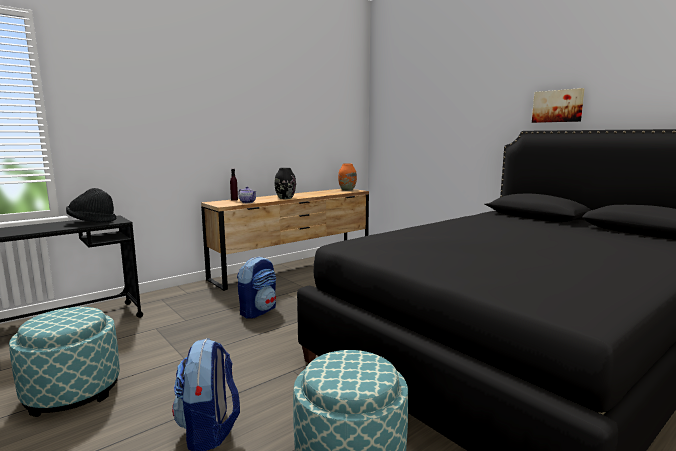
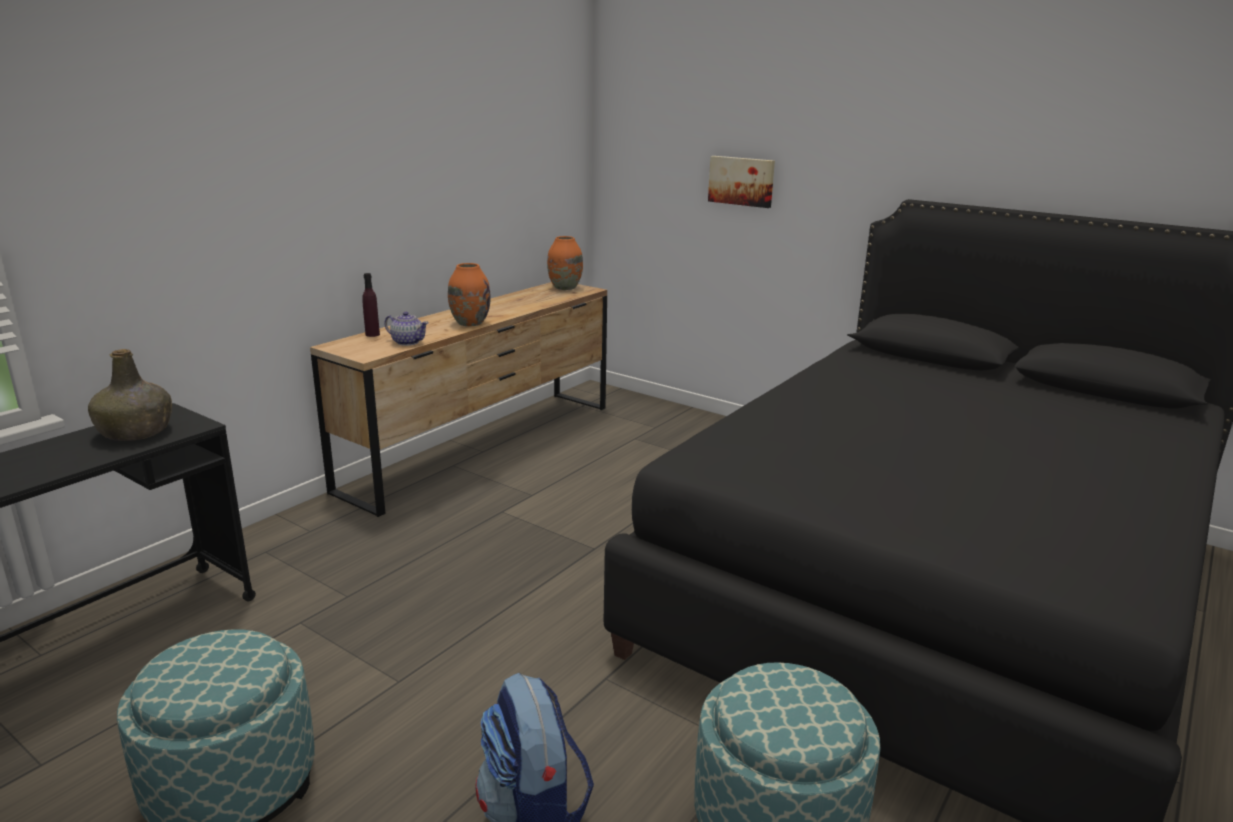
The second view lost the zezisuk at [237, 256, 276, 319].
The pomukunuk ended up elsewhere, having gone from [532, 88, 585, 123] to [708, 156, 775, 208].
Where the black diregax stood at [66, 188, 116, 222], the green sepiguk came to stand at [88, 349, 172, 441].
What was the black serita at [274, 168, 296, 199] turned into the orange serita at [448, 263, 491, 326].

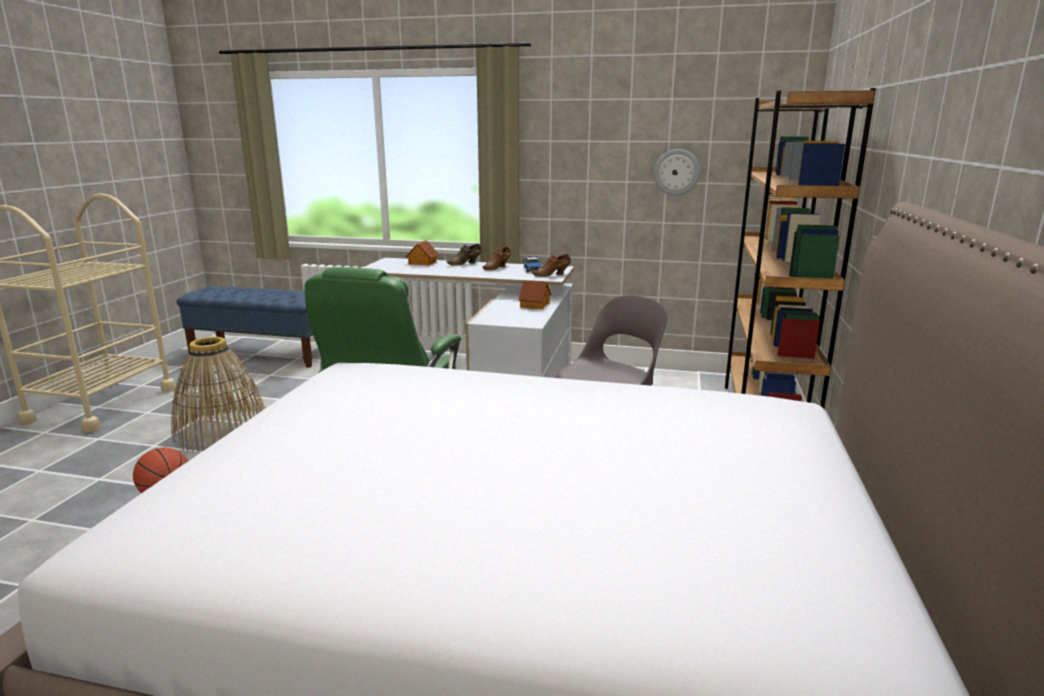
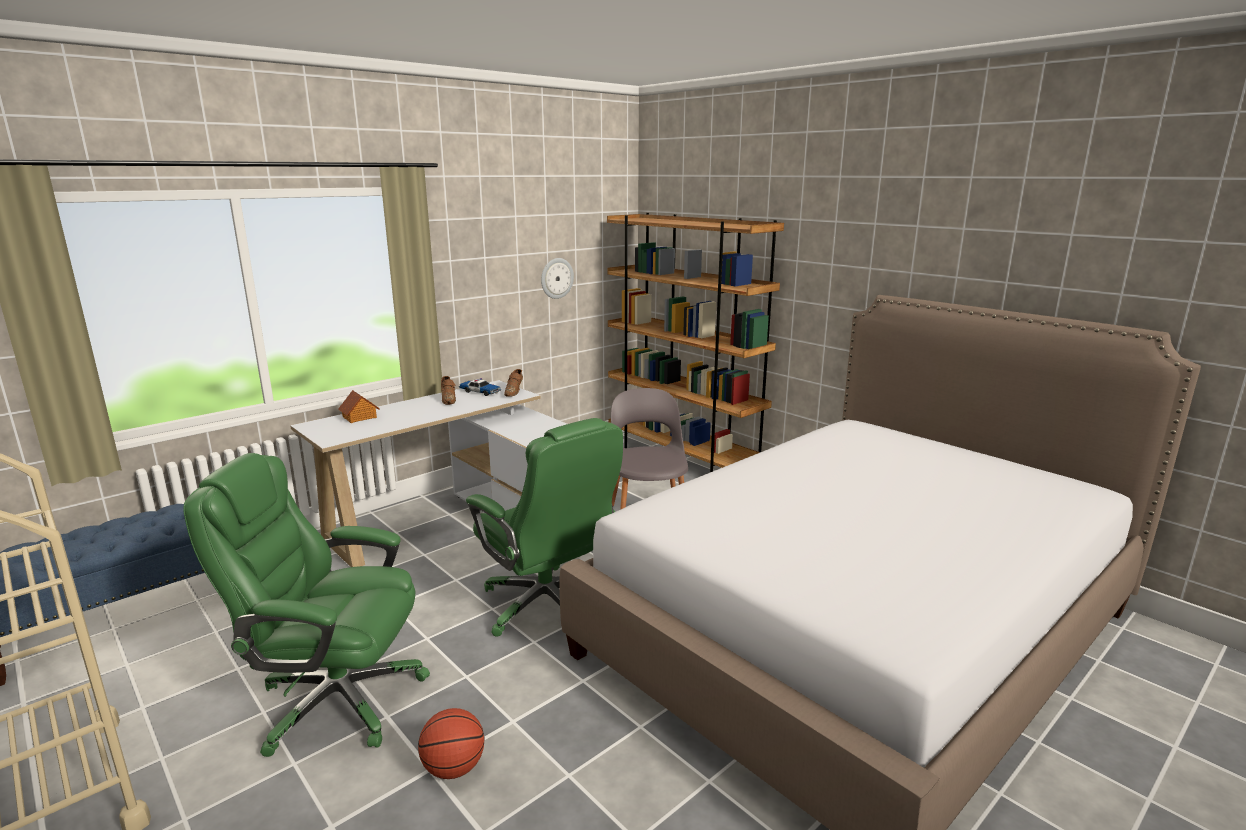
The second view lost the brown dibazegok at [446, 244, 482, 266].
The second view lost the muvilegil at [519, 280, 551, 309].
Where the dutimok stood at [171, 337, 265, 452], the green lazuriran came to stand at [183, 453, 430, 757].

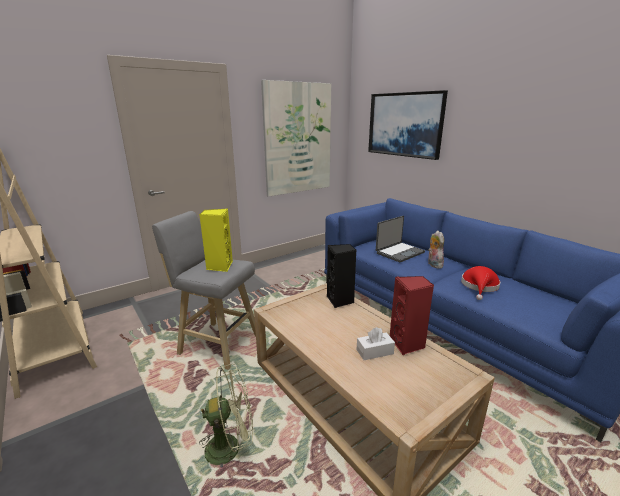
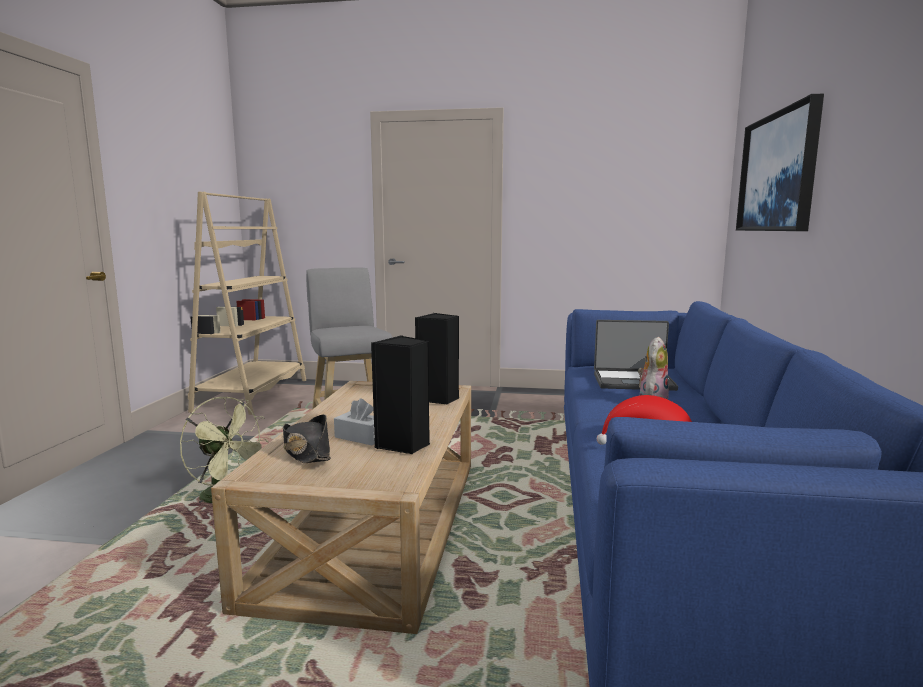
The second view lost the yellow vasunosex at [199, 209, 233, 272].
The second view lost the pomukunuk at [261, 80, 331, 197].
The second view gained the black diregax at [283, 414, 331, 463].
What was the red vasunosex at [390, 276, 434, 355] turned into the black vasunosex at [371, 335, 430, 454].

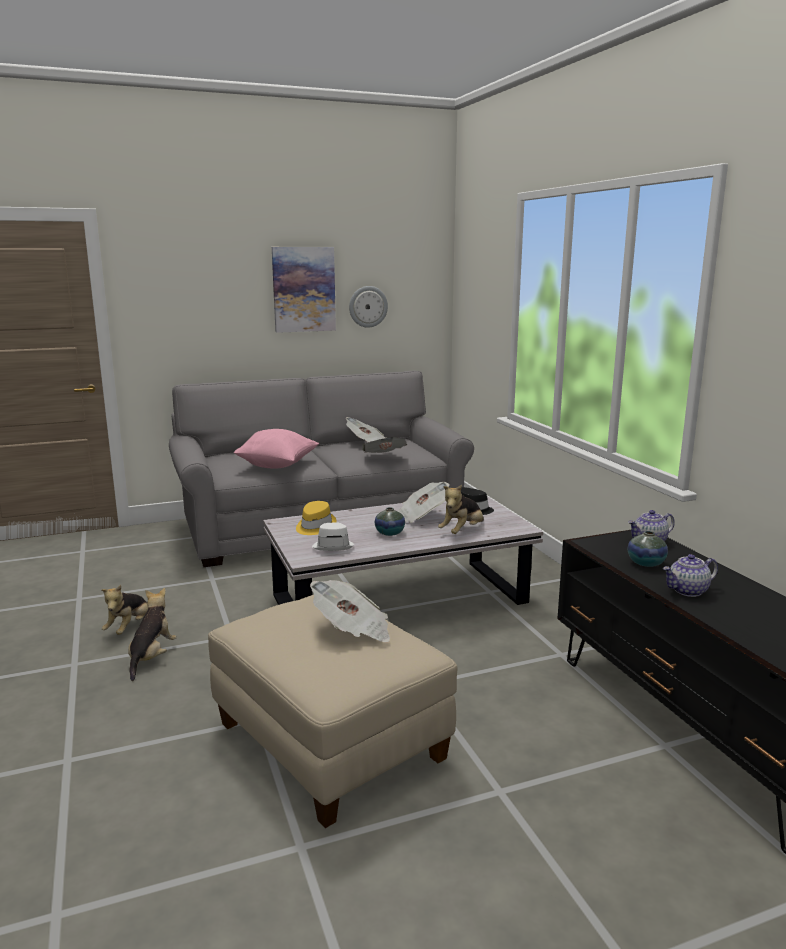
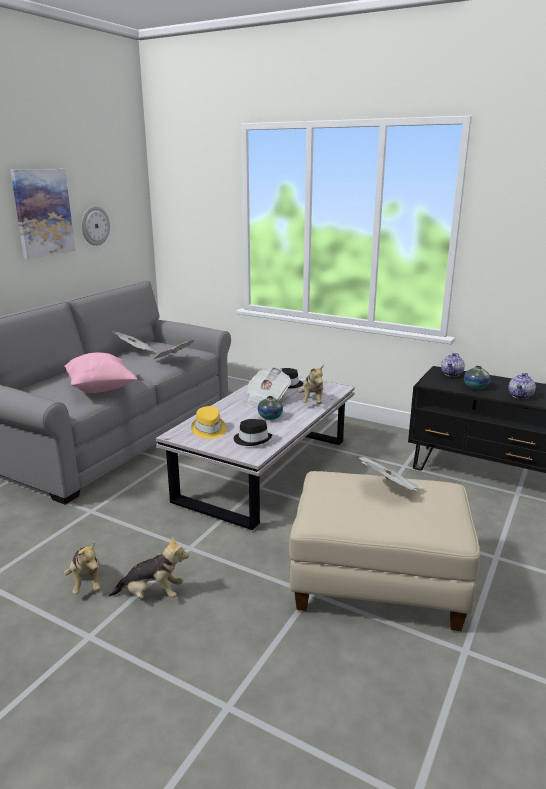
What was the white diregax at [312, 522, 354, 551] turned into the black diregax at [234, 419, 272, 446].
The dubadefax at [128, 588, 177, 681] ended up facing another way, 120 degrees clockwise from before.

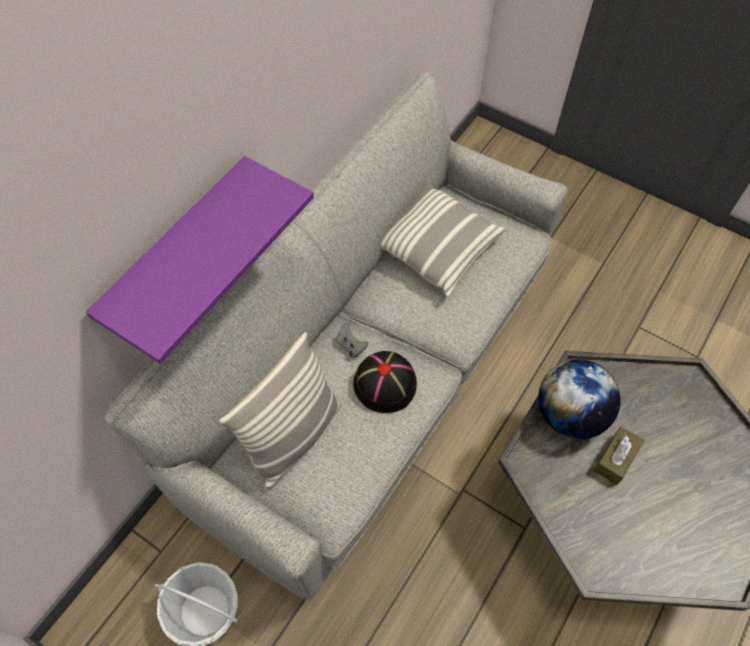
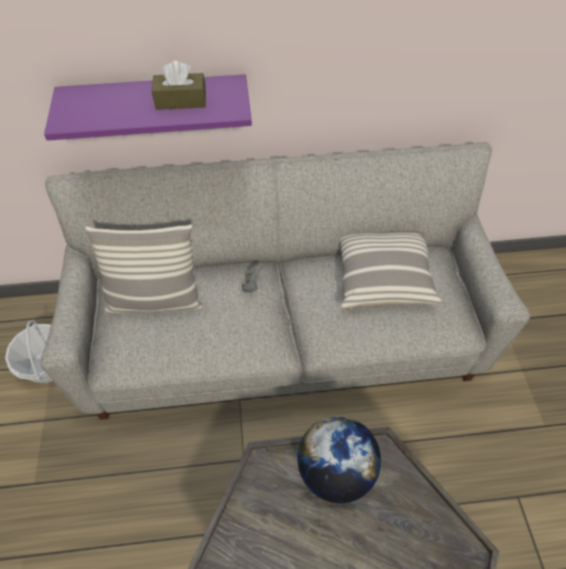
The second view lost the black diregax at [353, 351, 417, 413].
The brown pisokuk ended up elsewhere, having gone from [594, 427, 644, 485] to [152, 61, 206, 110].

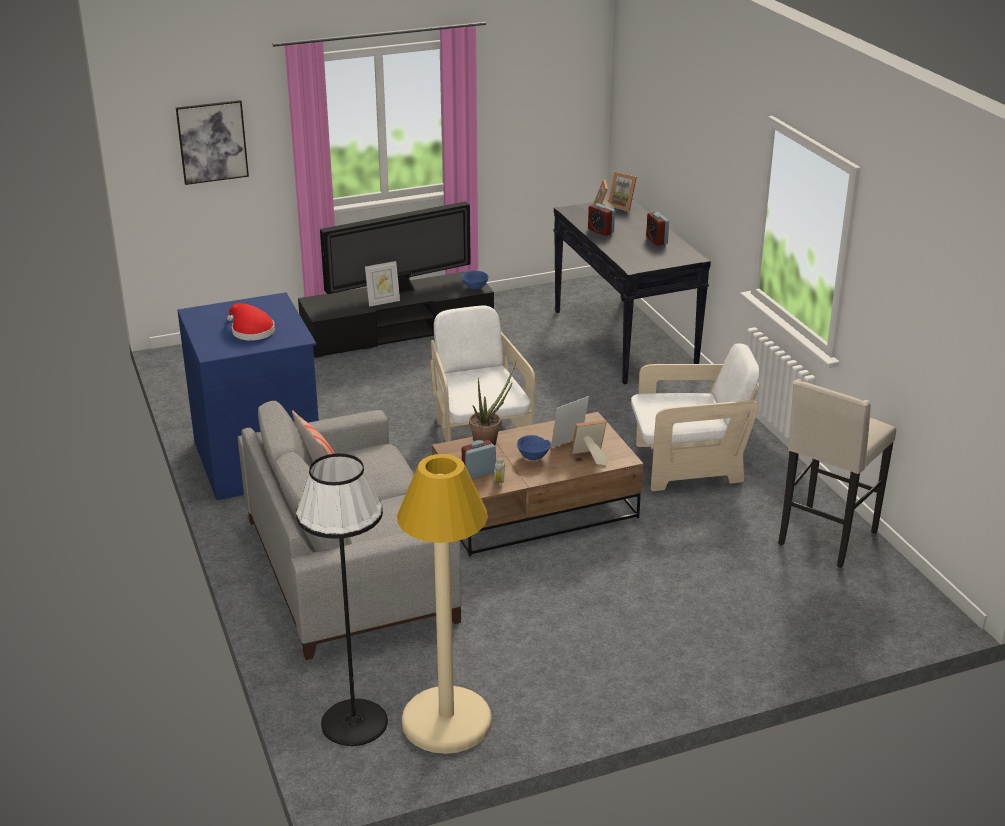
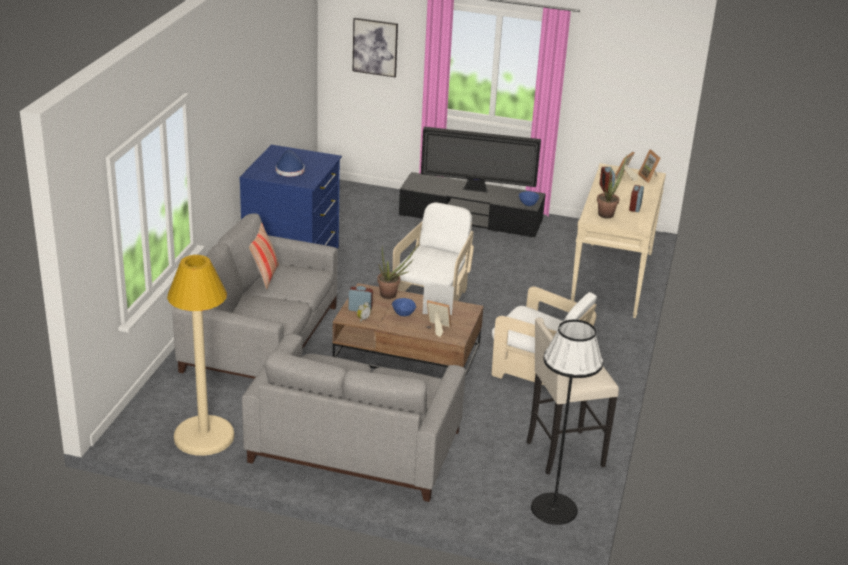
The second view lost the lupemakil at [365, 261, 400, 307].
The second view gained the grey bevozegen at [242, 334, 466, 502].
The second view gained the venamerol at [597, 155, 627, 218].
The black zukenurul ended up elsewhere, having gone from [296, 453, 388, 746] to [531, 319, 603, 525].
What was the red diregax at [227, 303, 275, 340] turned into the blue diregax at [276, 150, 305, 176].
What was the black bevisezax at [554, 199, 711, 384] turned into the beige bevisezax at [571, 163, 666, 318].

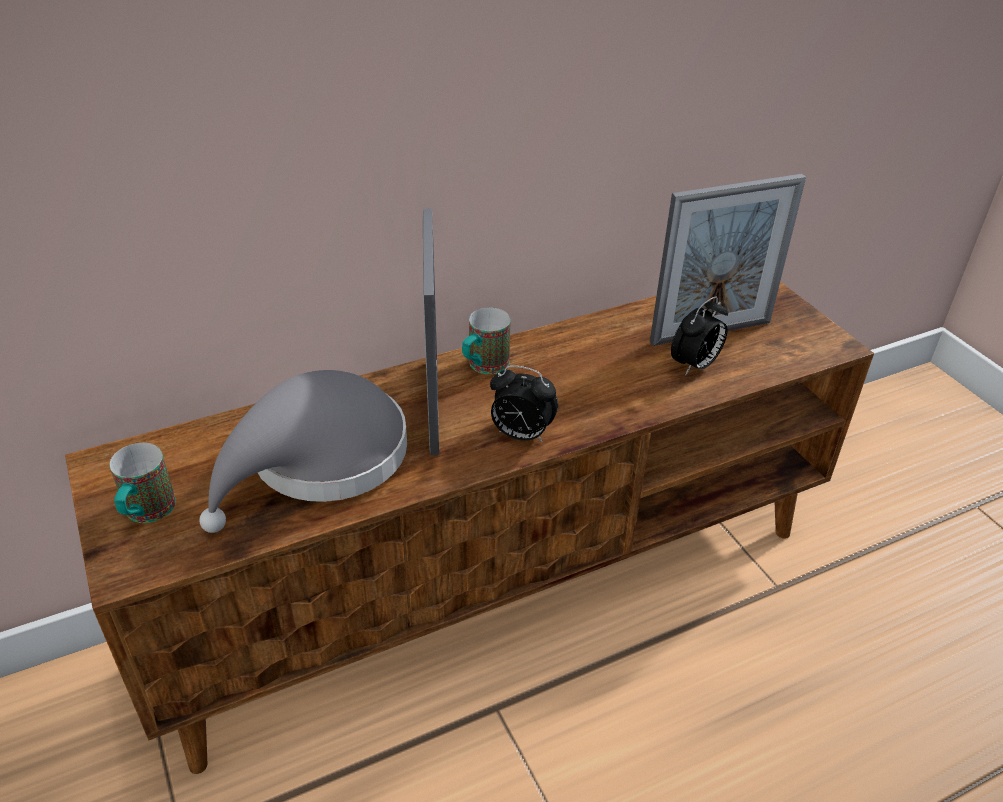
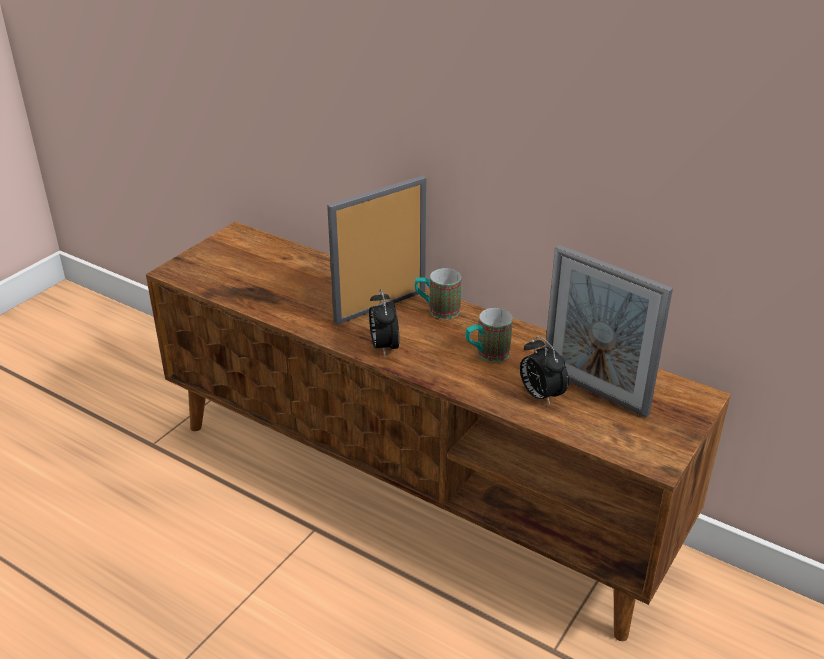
The second view lost the grey diregax at [199, 370, 407, 533].
The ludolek ended up elsewhere, having gone from [109, 443, 176, 523] to [465, 308, 513, 362].
The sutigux at [671, 296, 728, 375] ended up facing another way, 45 degrees clockwise from before.

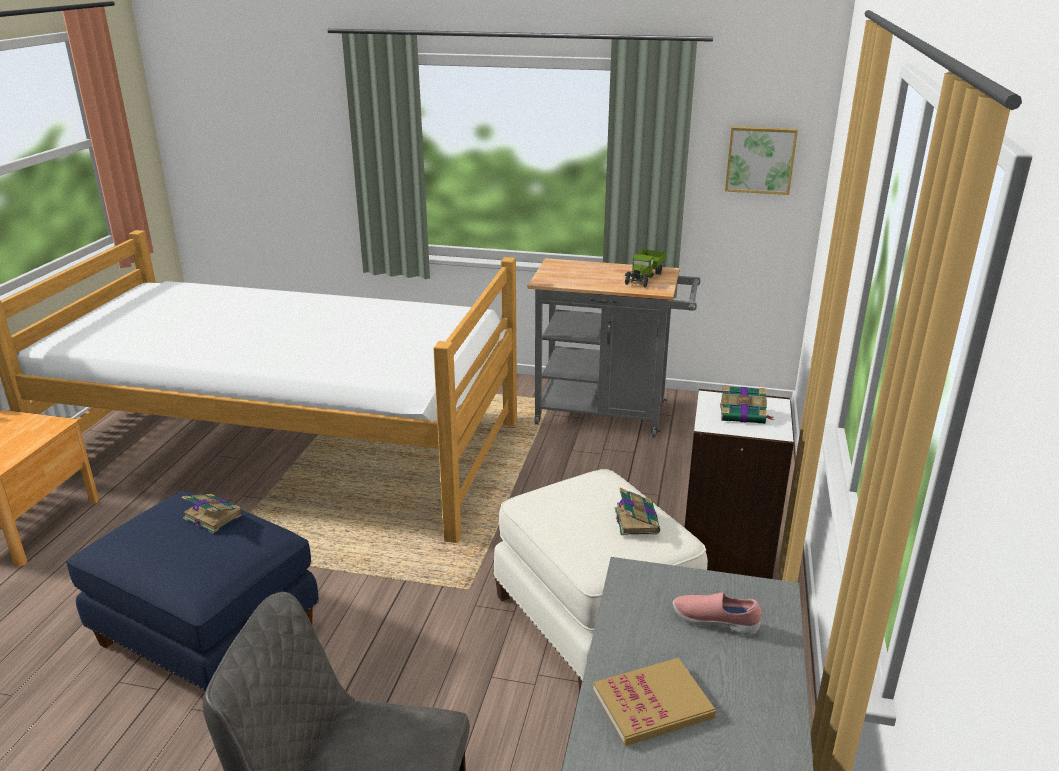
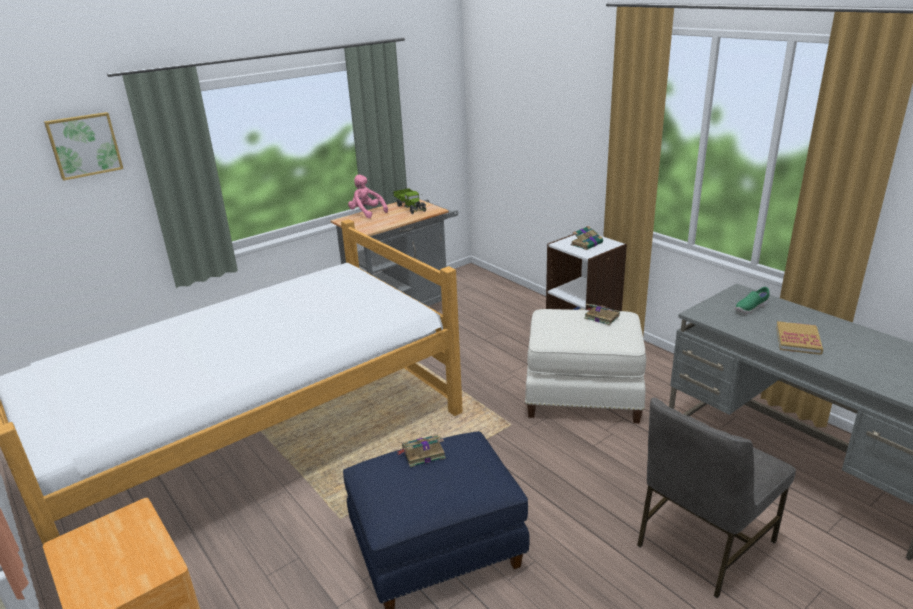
The second view gained the pink dubadefax at [348, 175, 388, 218].
The pomukunuk ended up elsewhere, having gone from [725, 126, 798, 195] to [44, 112, 123, 181].
What was the pink dibazegok at [673, 592, 762, 635] turned into the green dibazegok at [735, 287, 769, 314].

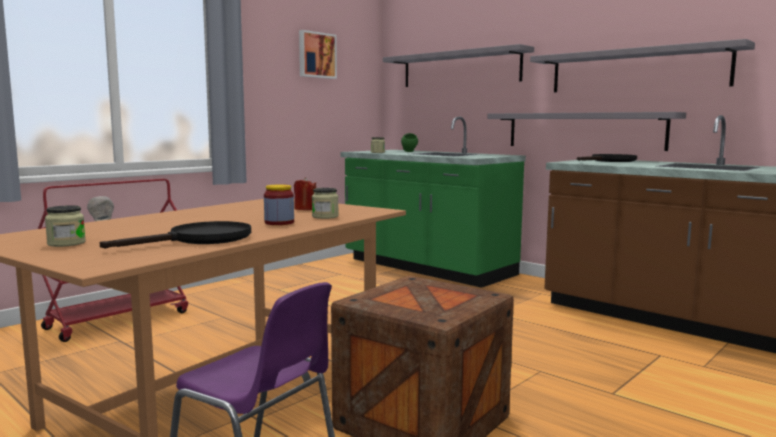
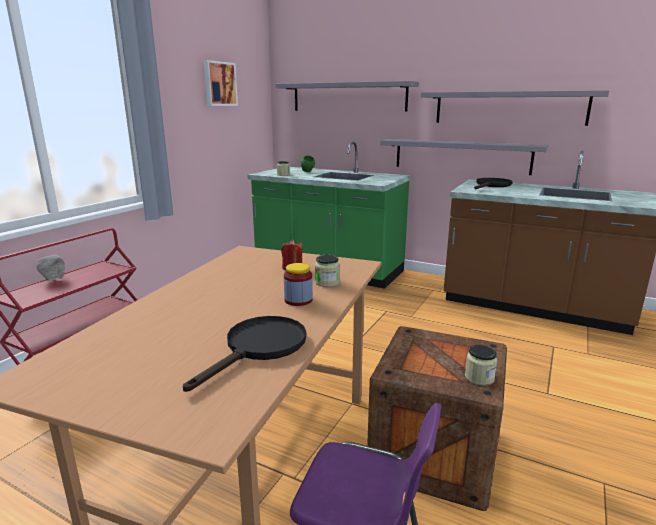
The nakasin ended up elsewhere, having gone from [45, 205, 86, 247] to [465, 345, 497, 386].

